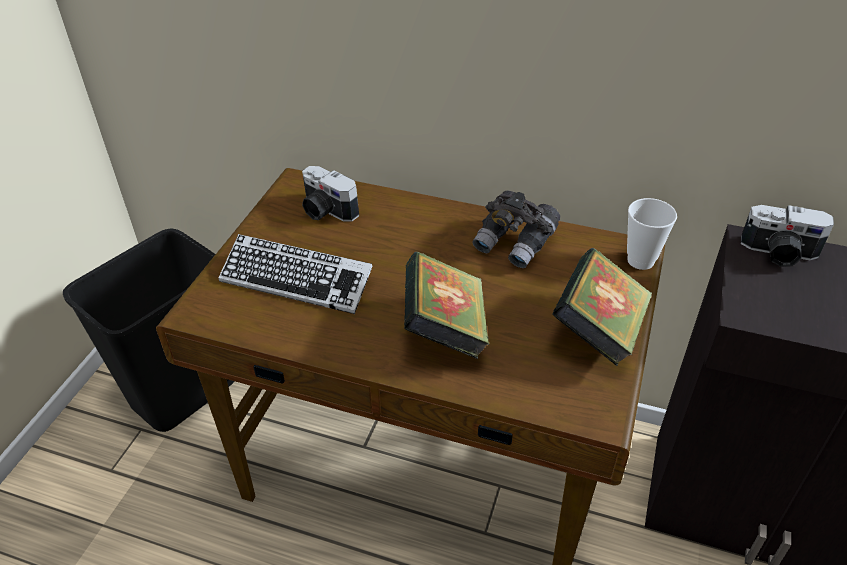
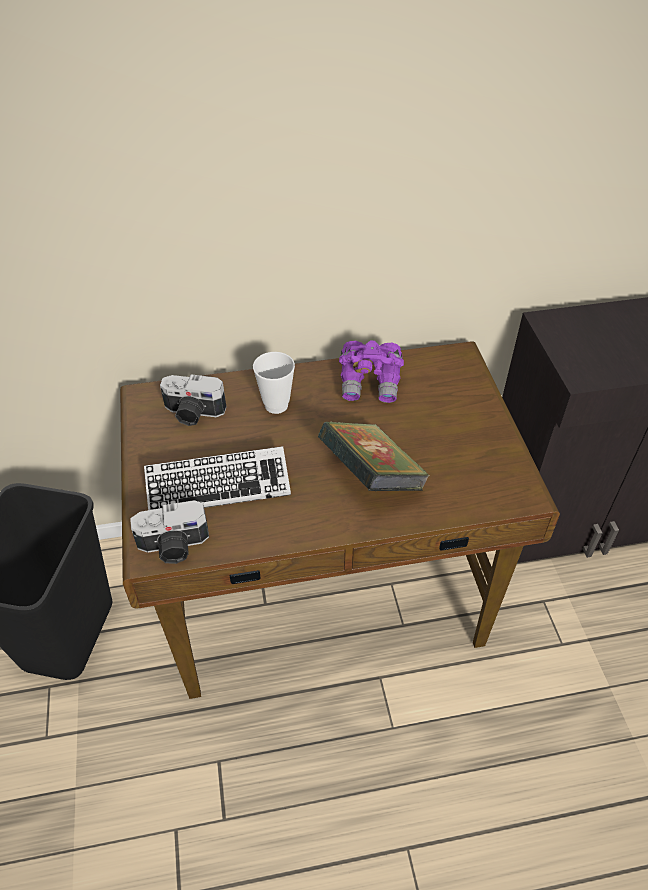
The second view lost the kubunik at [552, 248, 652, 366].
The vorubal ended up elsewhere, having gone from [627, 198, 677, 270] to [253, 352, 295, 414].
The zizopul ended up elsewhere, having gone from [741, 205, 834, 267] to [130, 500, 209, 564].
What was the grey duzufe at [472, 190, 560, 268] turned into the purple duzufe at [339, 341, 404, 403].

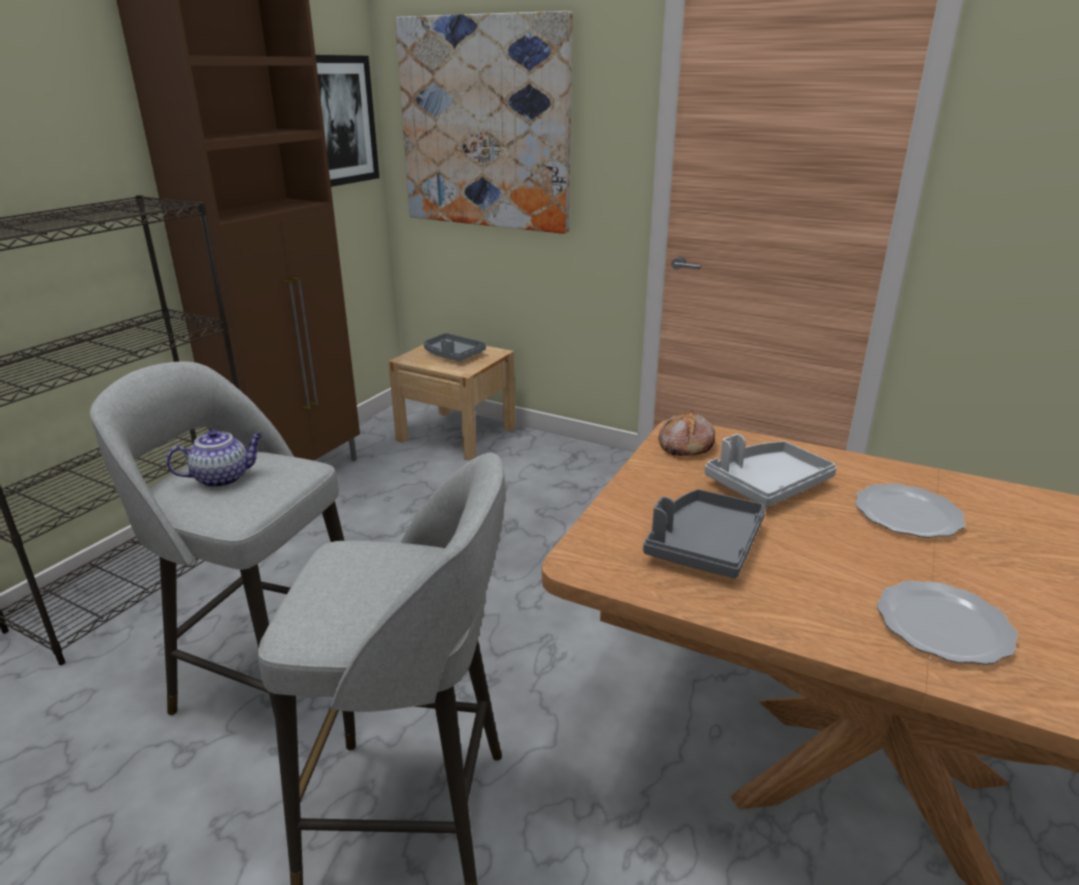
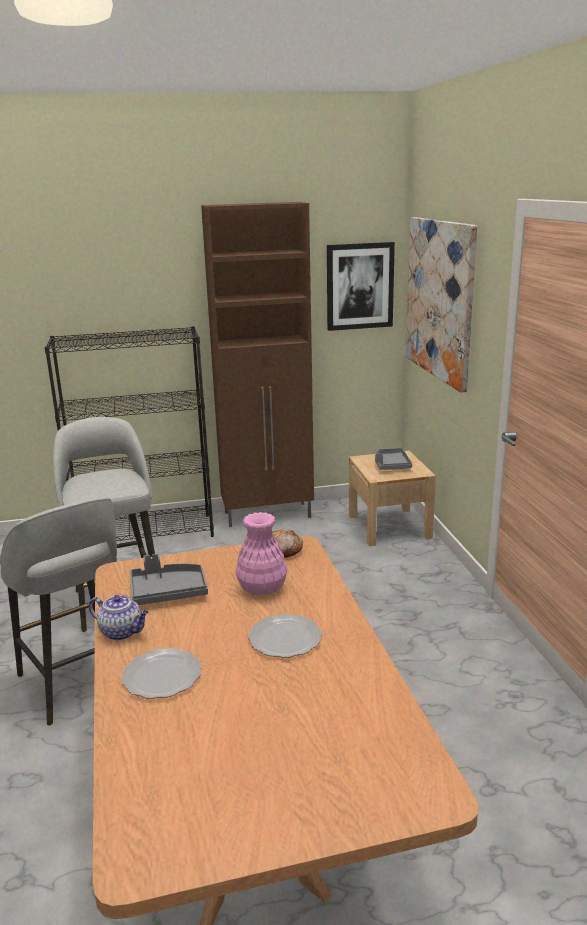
The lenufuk ended up elsewhere, having gone from [166, 430, 263, 488] to [89, 595, 149, 640].
Where the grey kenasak stood at [705, 434, 836, 507], the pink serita came to stand at [235, 512, 288, 596].

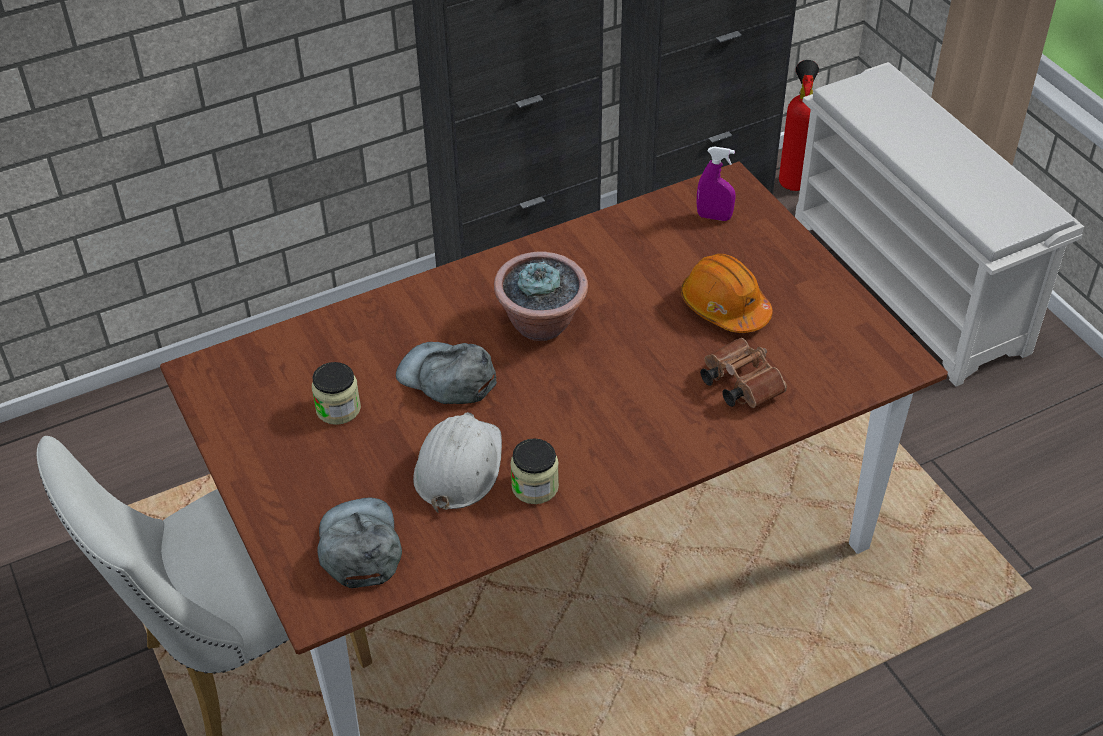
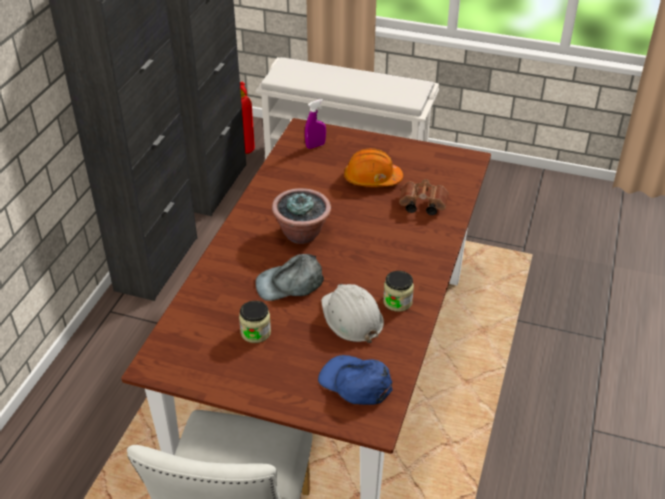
What was the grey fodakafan at [317, 498, 402, 588] turned into the blue fodakafan at [318, 355, 392, 405].

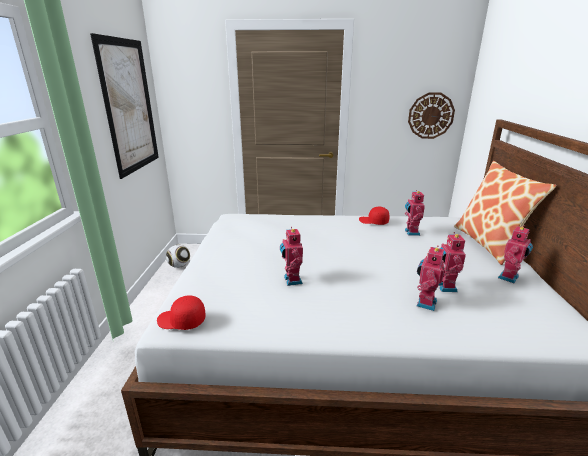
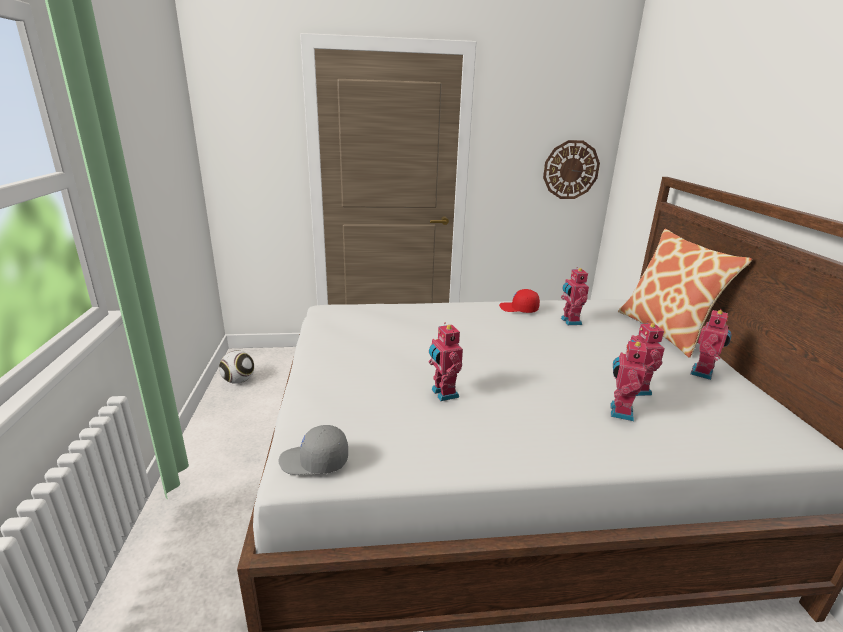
The second view lost the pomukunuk at [90, 33, 159, 179].
What was the red fodakafan at [157, 296, 206, 330] turned into the grey fodakafan at [278, 425, 348, 475].

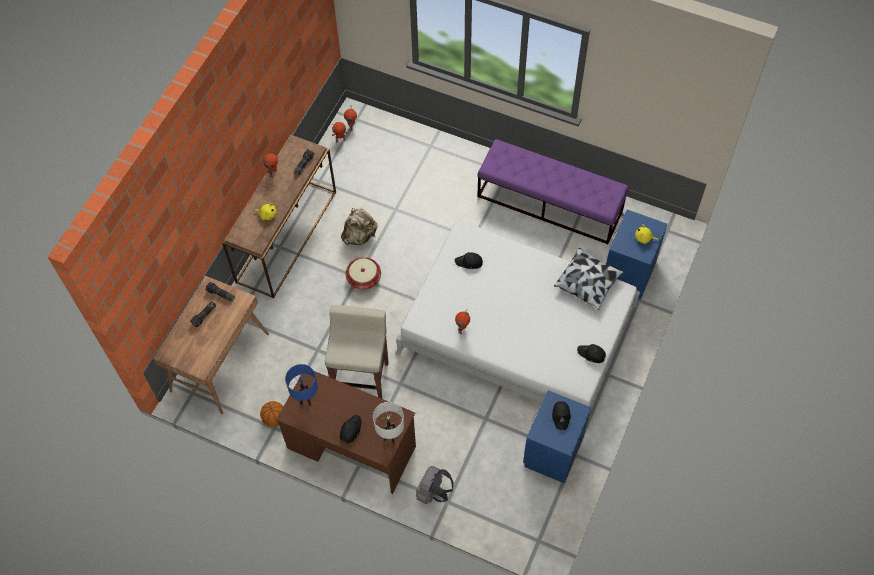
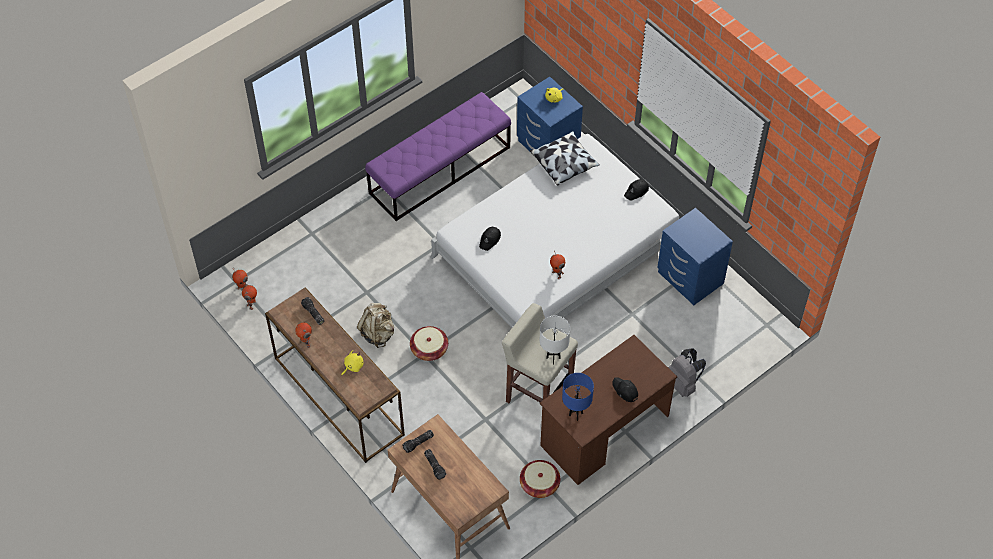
The second view lost the black fodakafan at [552, 401, 571, 430].
The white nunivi ended up elsewhere, having gone from [373, 402, 404, 444] to [540, 316, 570, 364].
Where the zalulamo stood at [260, 401, 284, 426], the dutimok came to stand at [520, 460, 560, 498].

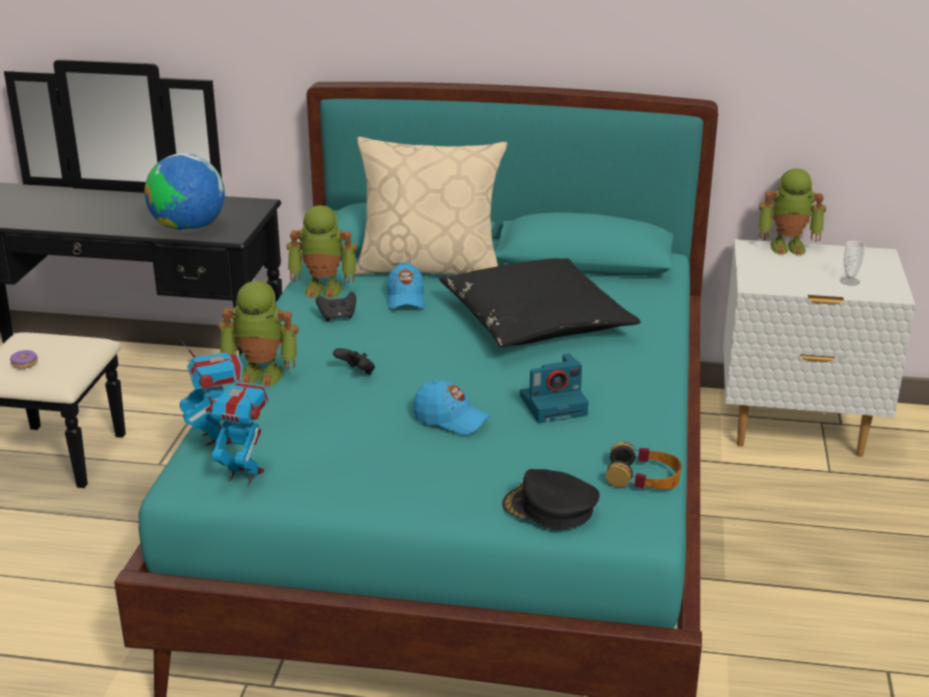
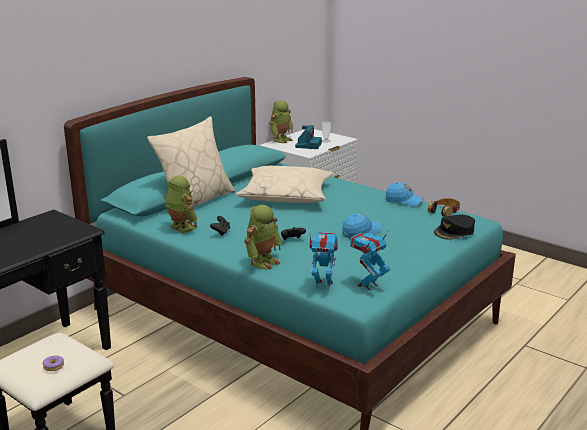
The second view lost the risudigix at [145, 153, 225, 232].
The blue fodakafan ended up elsewhere, having gone from [387, 263, 425, 309] to [386, 182, 423, 207].
The zizopul ended up elsewhere, having gone from [520, 353, 589, 423] to [295, 125, 322, 149].
What was the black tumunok at [439, 258, 641, 347] turned into the beige tumunok at [235, 166, 333, 203].
The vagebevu at [287, 205, 357, 299] ended up facing another way, 75 degrees counterclockwise from before.

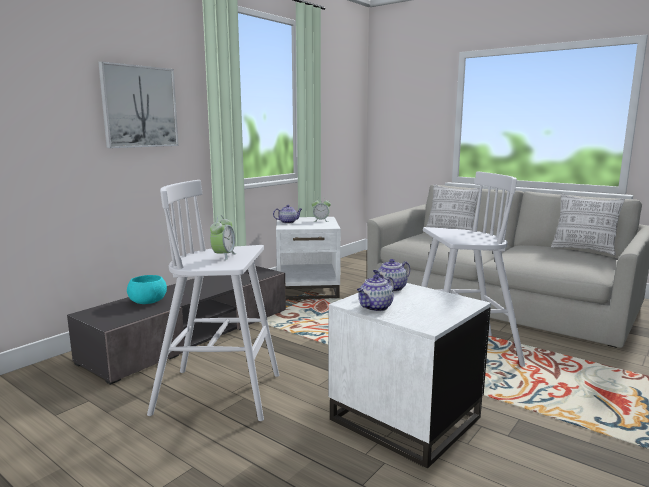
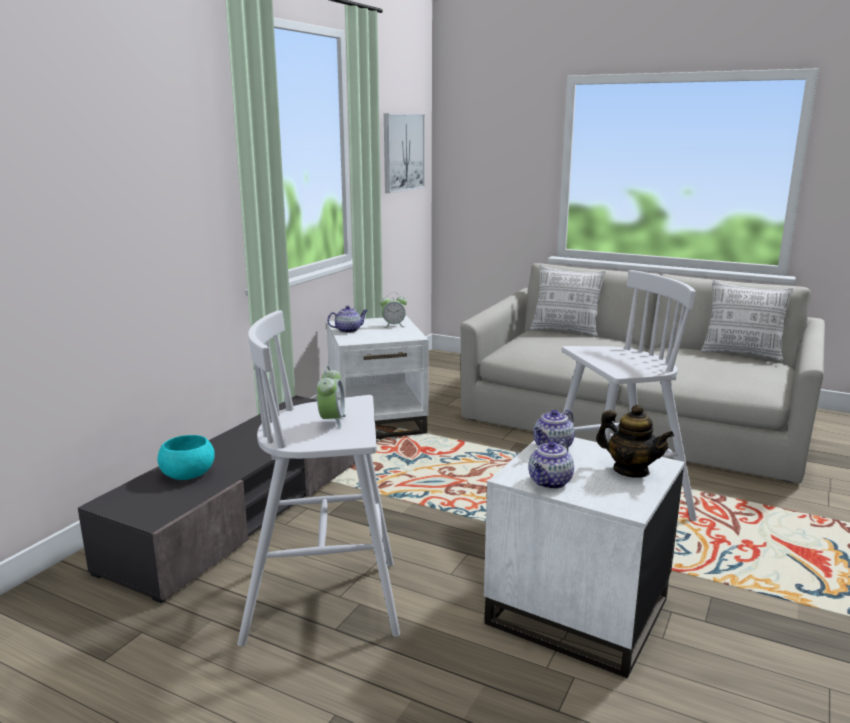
The second view gained the lenufuk at [596, 405, 674, 478].
The pomukunuk ended up elsewhere, having gone from [98, 61, 179, 148] to [384, 113, 425, 193].

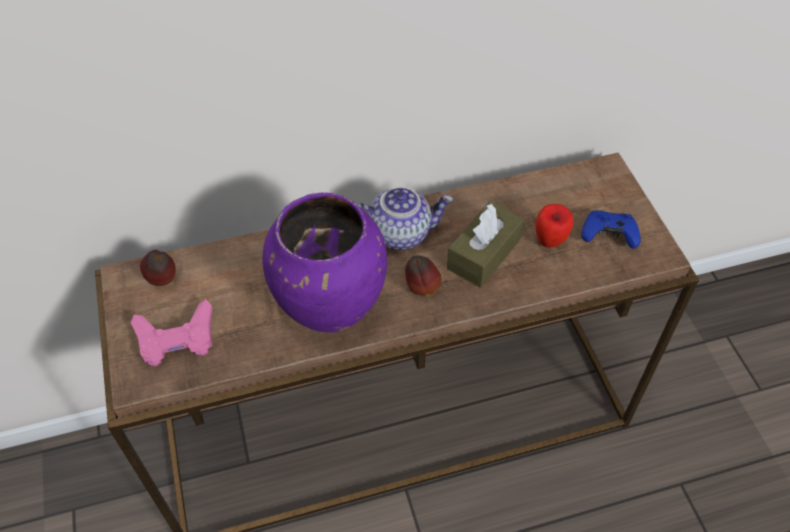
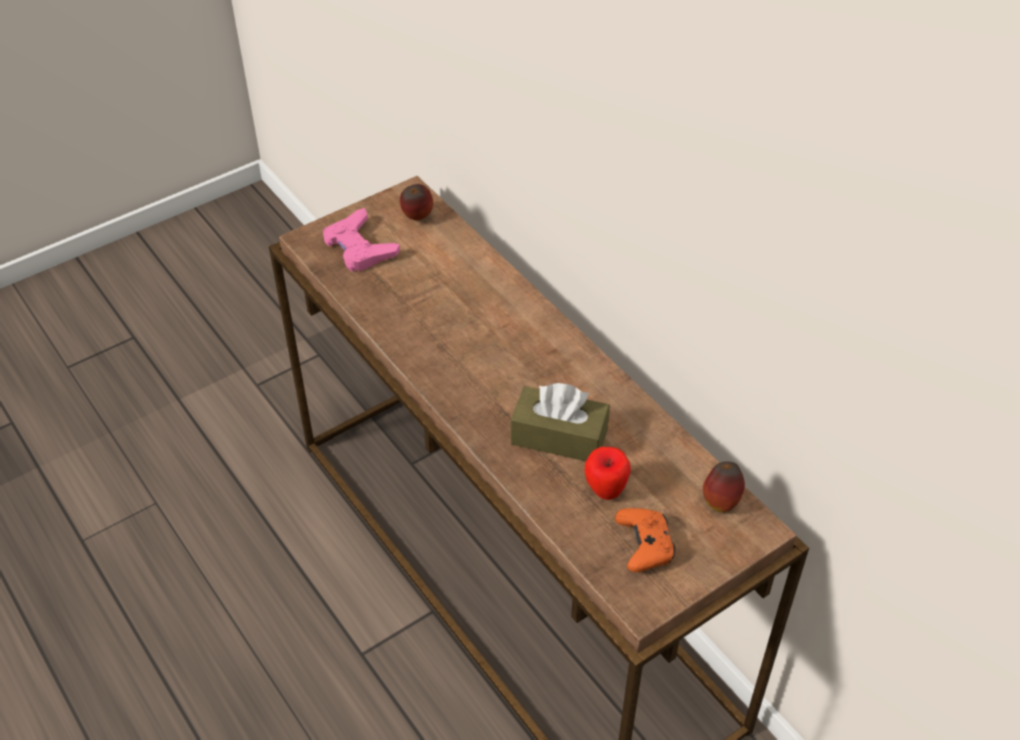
The second view lost the purple serita at [263, 193, 387, 333].
The second view lost the lenufuk at [357, 186, 454, 250].
The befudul ended up elsewhere, having gone from [405, 255, 442, 297] to [703, 461, 745, 512].
What was the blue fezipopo at [581, 210, 641, 249] turned into the orange fezipopo at [615, 508, 675, 572].

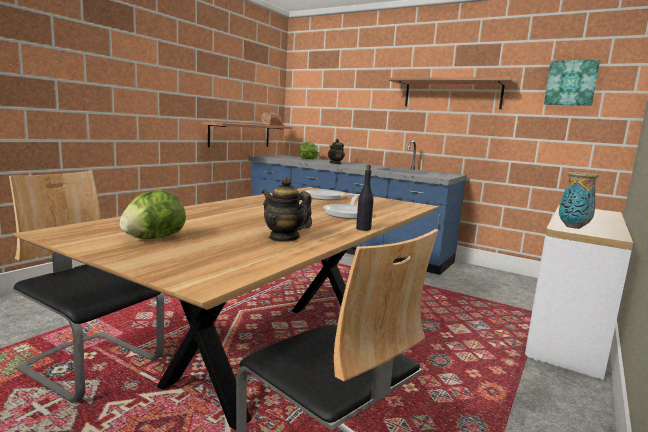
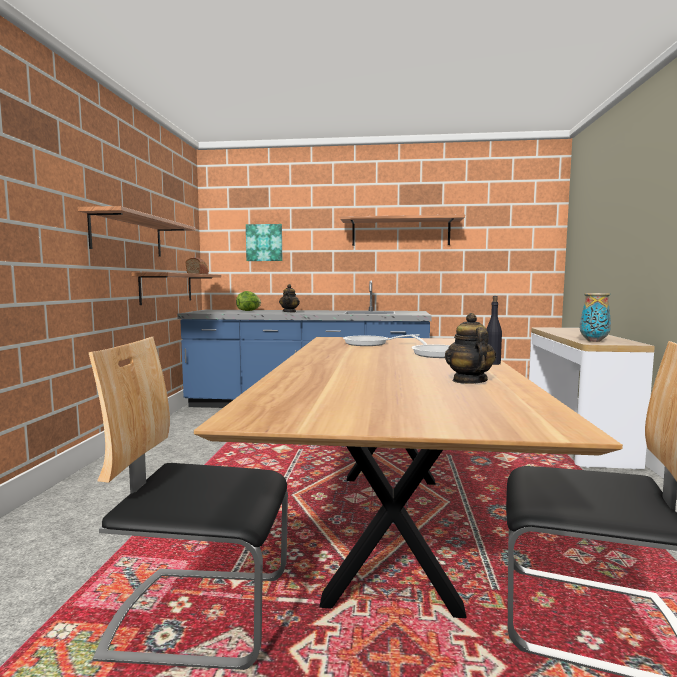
The second view lost the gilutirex at [120, 190, 186, 239].
The second view gained the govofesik at [78, 206, 196, 257].
The pomukunuk ended up elsewhere, having gone from [544, 60, 600, 106] to [246, 224, 282, 261].
The lenufuk at [262, 178, 312, 242] ended up facing another way, 75 degrees clockwise from before.

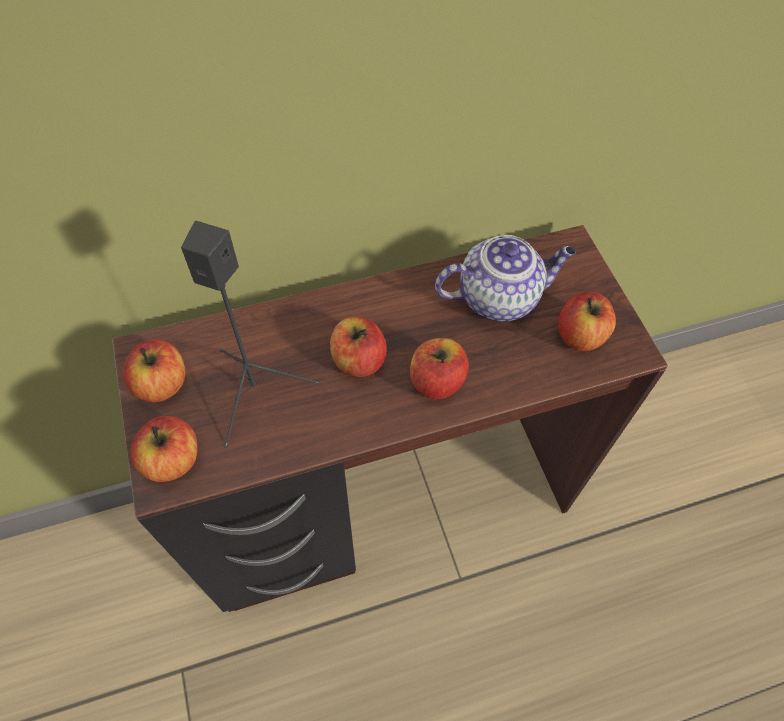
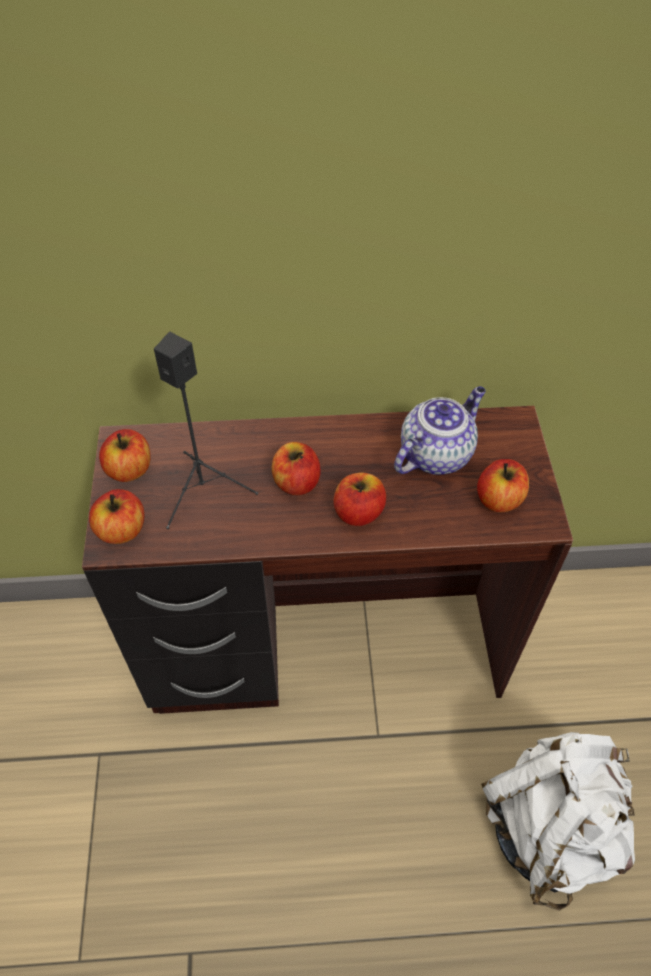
The second view gained the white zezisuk at [481, 732, 635, 911].
The lenufuk at [435, 235, 576, 322] ended up facing another way, 45 degrees counterclockwise from before.

